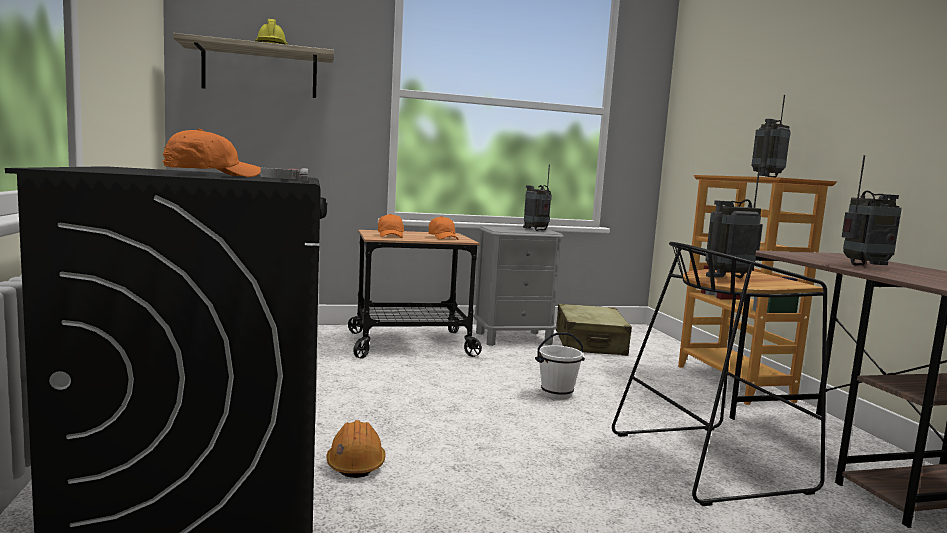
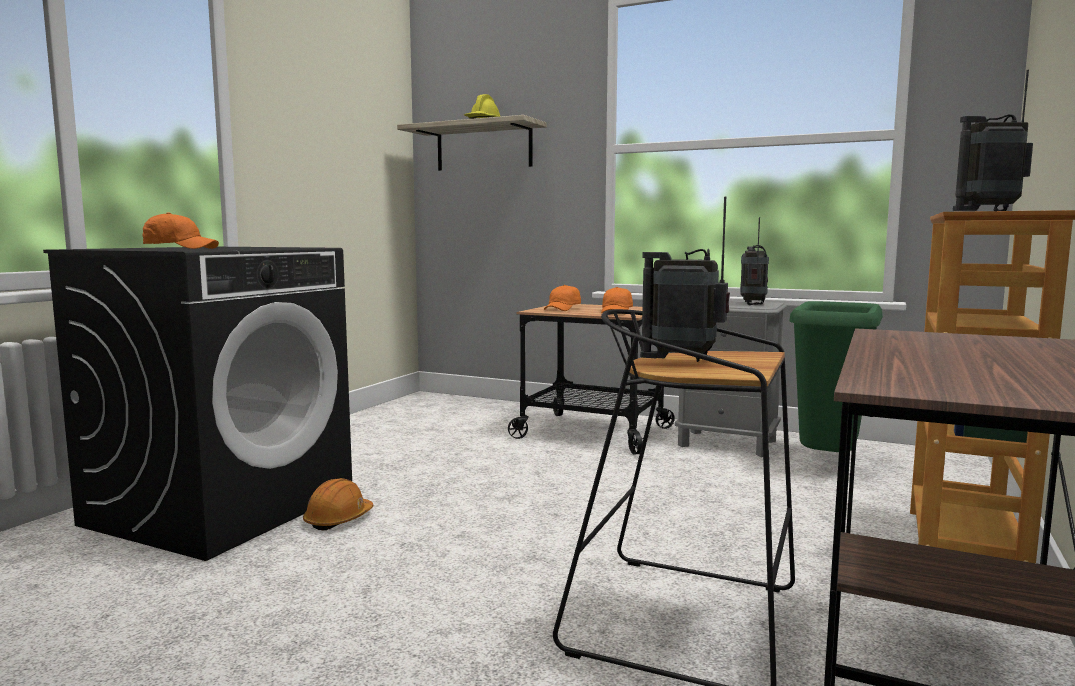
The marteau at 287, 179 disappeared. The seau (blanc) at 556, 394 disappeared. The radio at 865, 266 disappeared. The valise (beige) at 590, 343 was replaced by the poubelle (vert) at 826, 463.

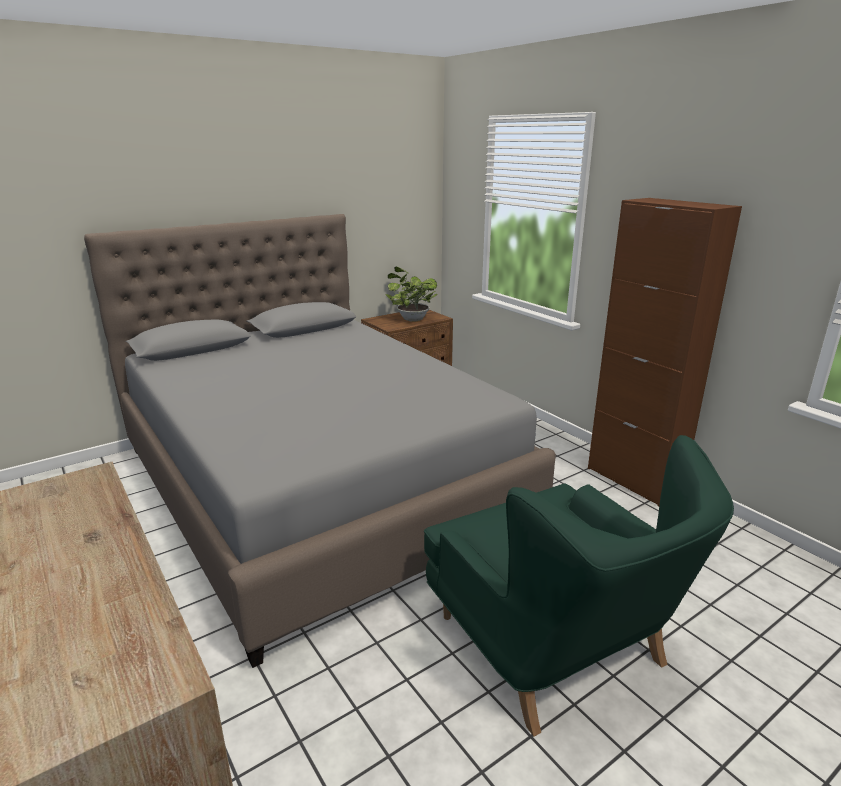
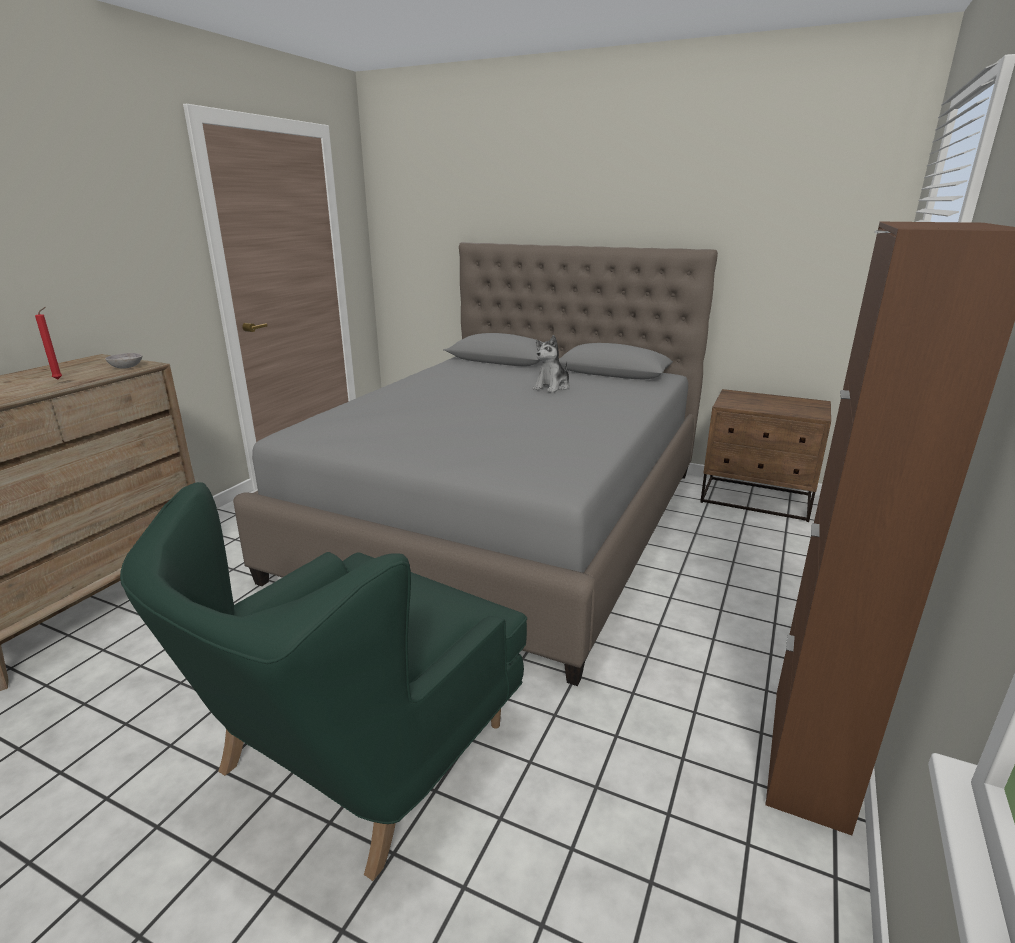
The plante en pot at 411, 319 disappeared. The bougie (rouge) at 59, 379 appeared. The bol (gris) at 126, 367 appeared. The peluche at 552, 387 appeared.

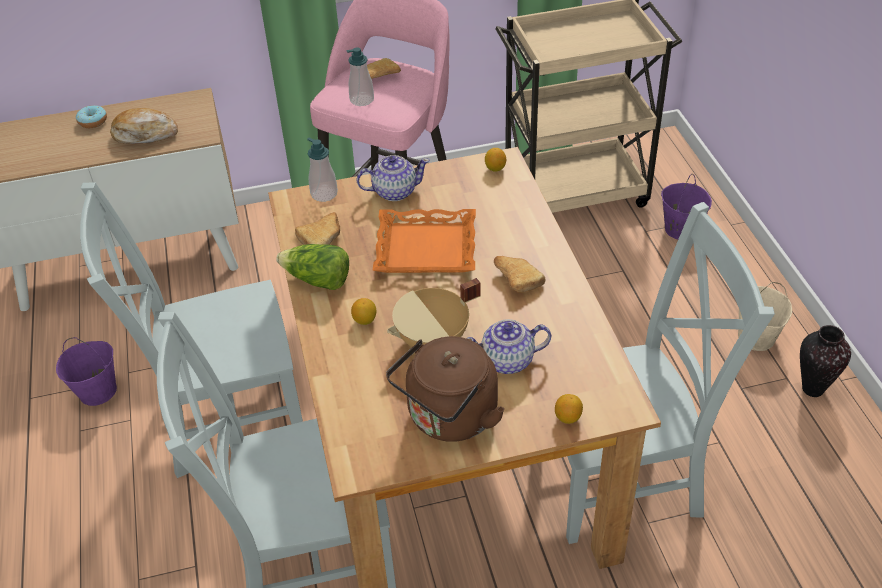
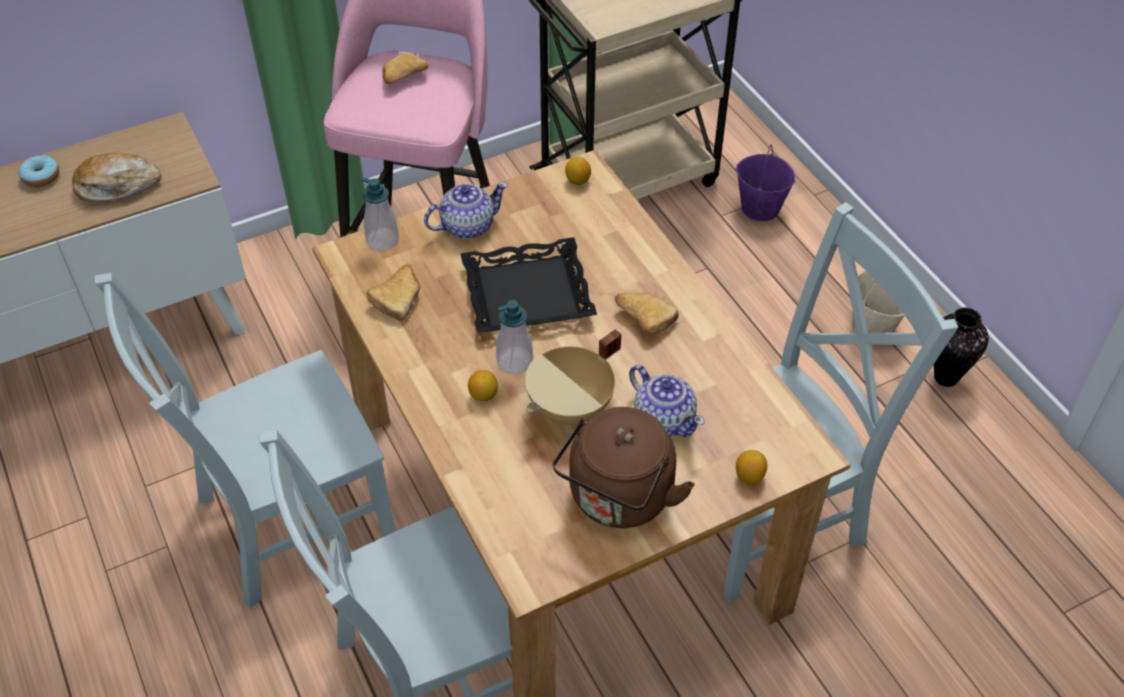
The seau (violet) at 98, 391 disappeared. The laitue at 317, 280 disappeared. The distributeur de savon moved from 362, 100 to 515, 361. The plateau (orange) at 426, 248 became the plateau (noir) at 527, 293. The théière at 508, 361 turned 105 degrees counterclockwise.

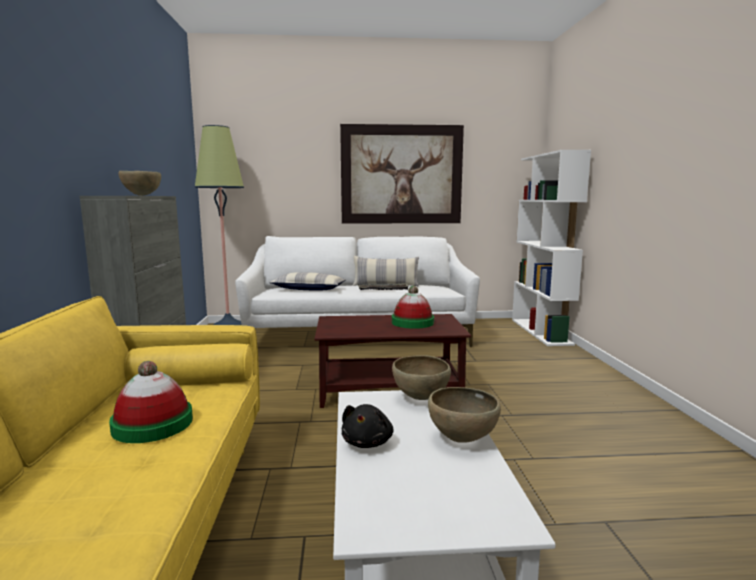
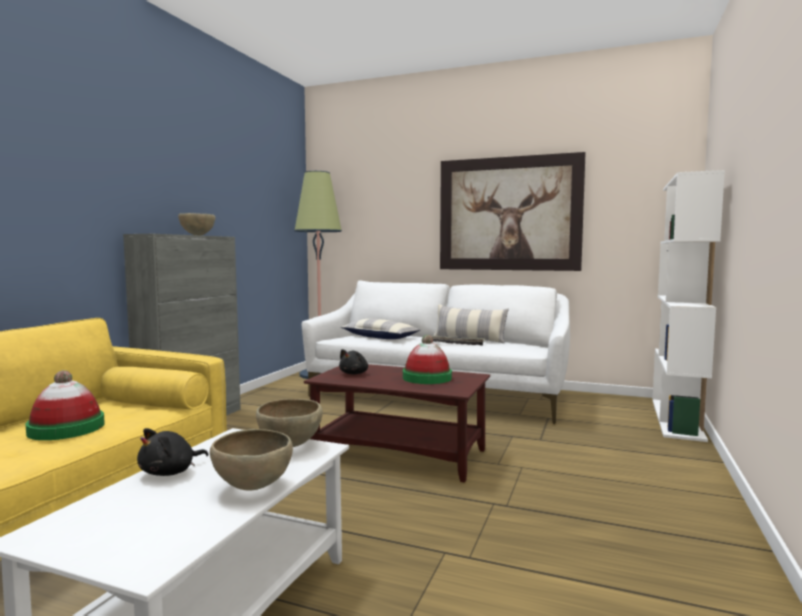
The peluche (noir) at 354, 373 appeared.

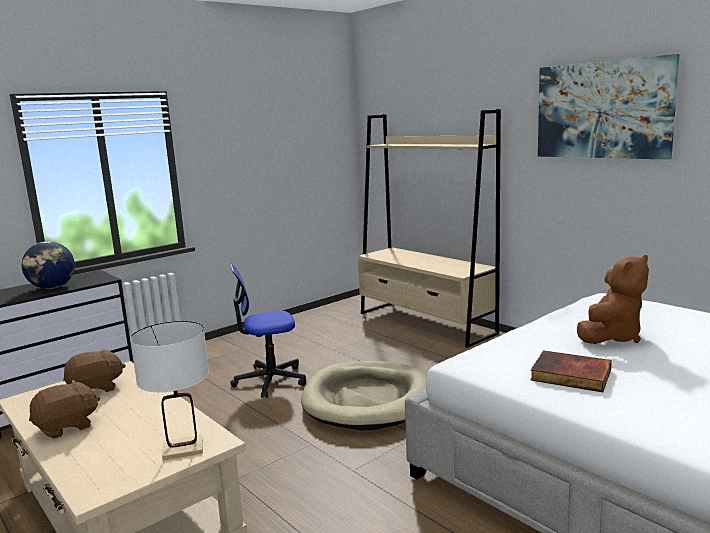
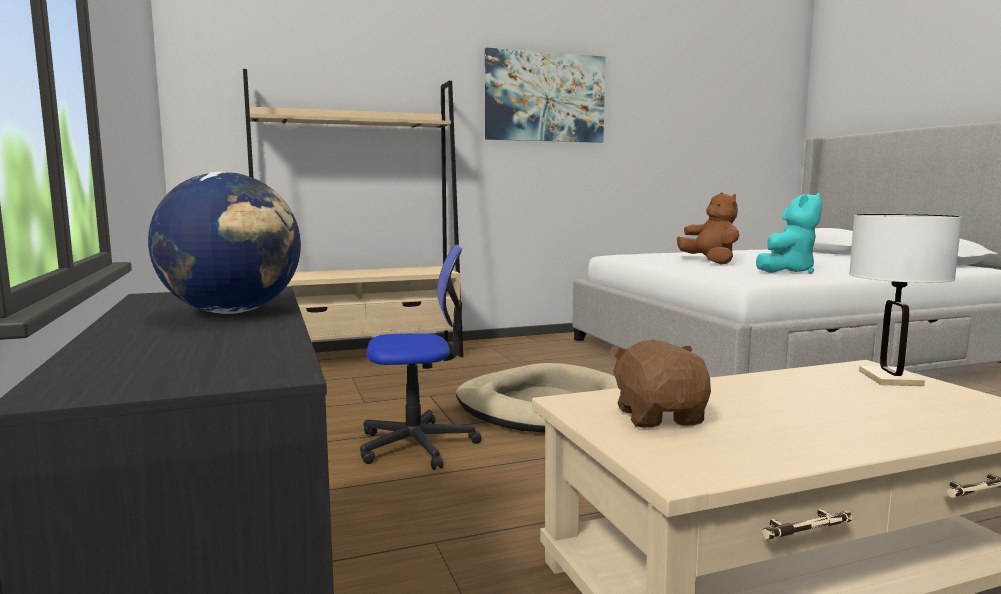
The peluche (marron) at 67, 427 disappeared. The livre at 570, 375 was replaced by the peluche (turquoise) at 787, 272. The chaise de bureau at 270, 380 turned 105 degrees counterclockwise.

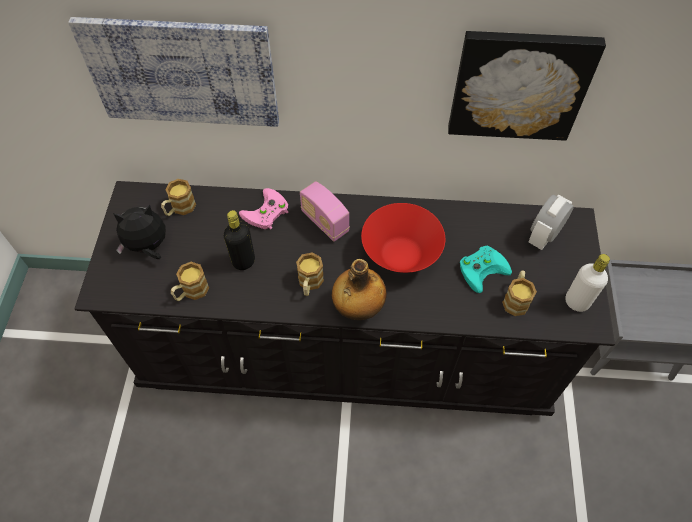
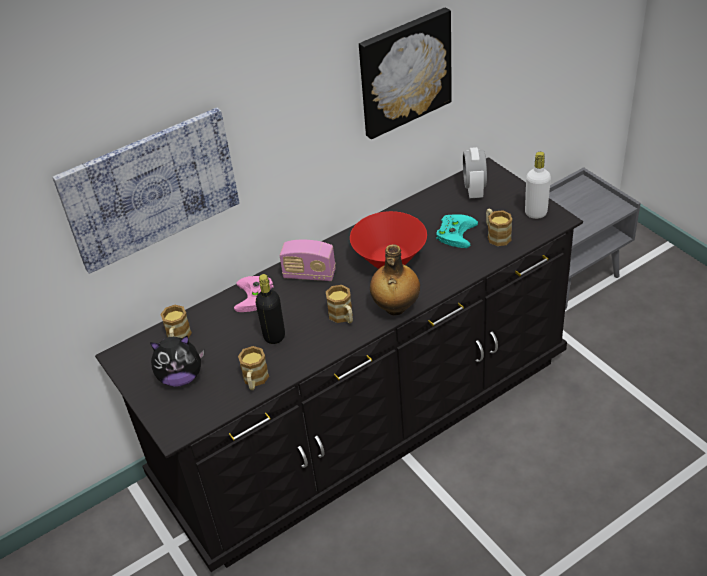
The peluche at 148, 247 turned 135 degrees counterclockwise.

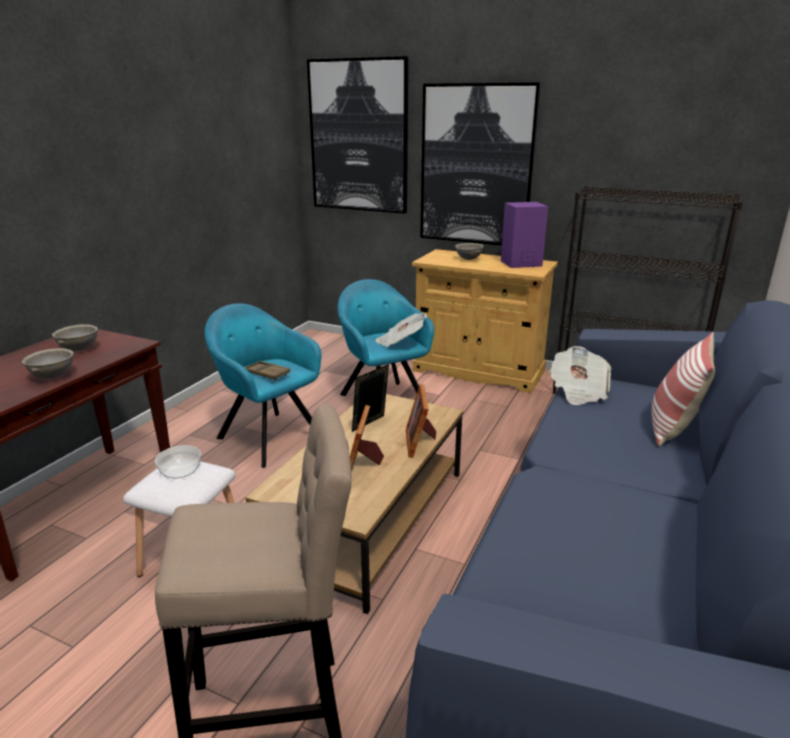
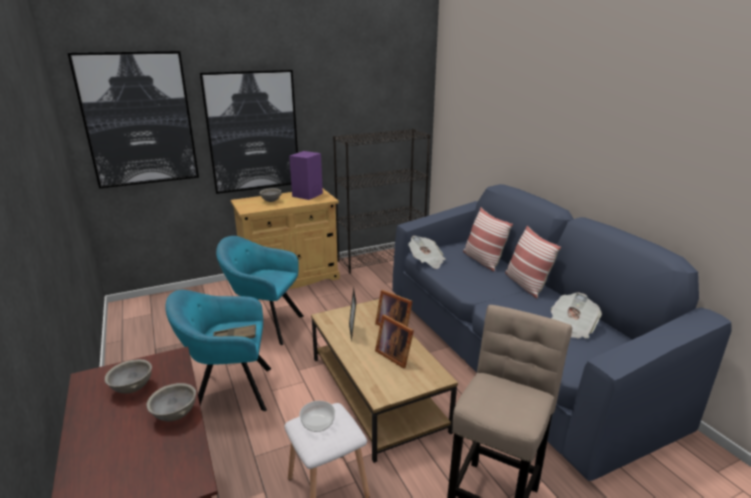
The coussin at 526, 284 appeared. The journal moved from 400, 342 to 571, 327.

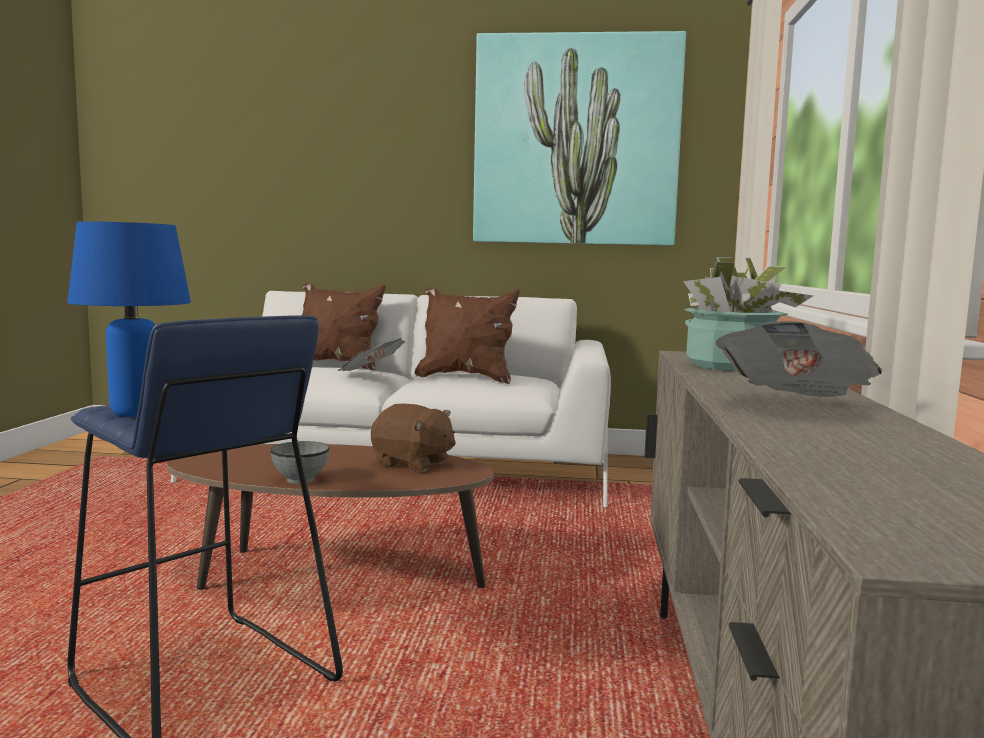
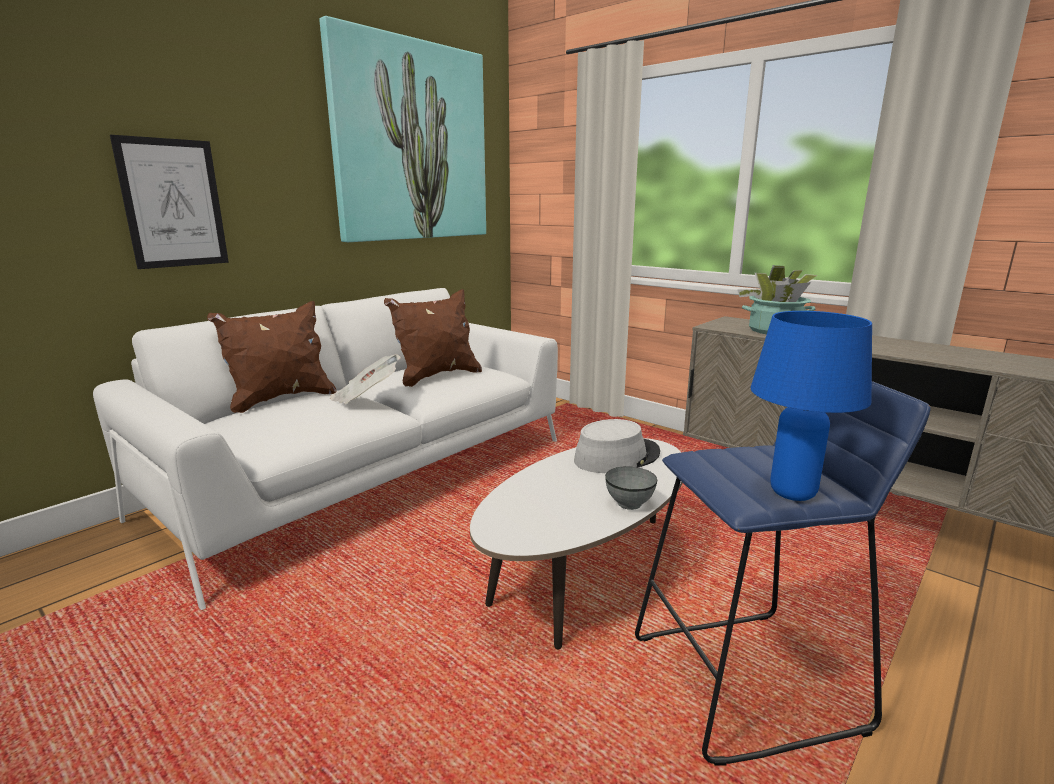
The journal at 795, 406 disappeared. The tableau at 173, 204 appeared. The peluche (marron) at 413, 463 was replaced by the chapeau (gris) at 616, 457. The table basse (marron) at 330, 577 became the table basse (blanc) at 585, 575.

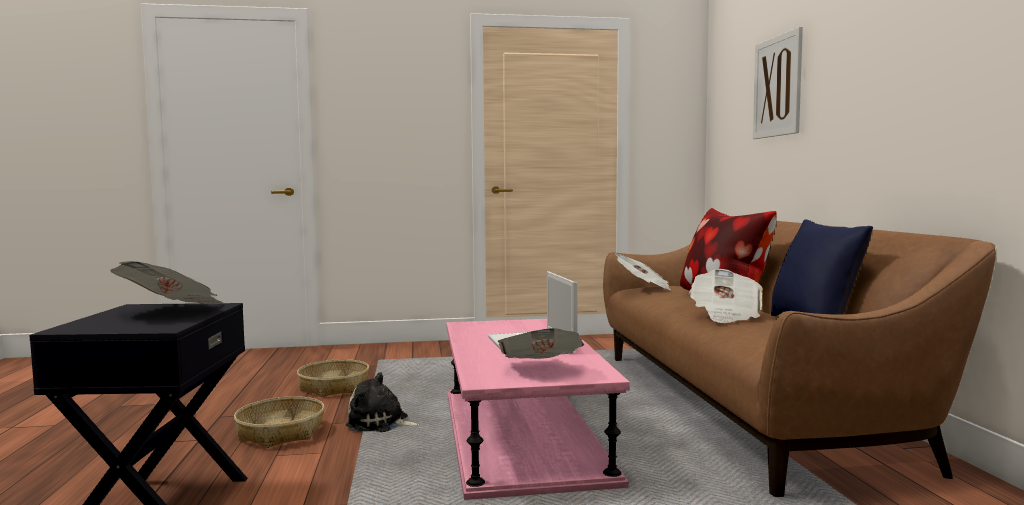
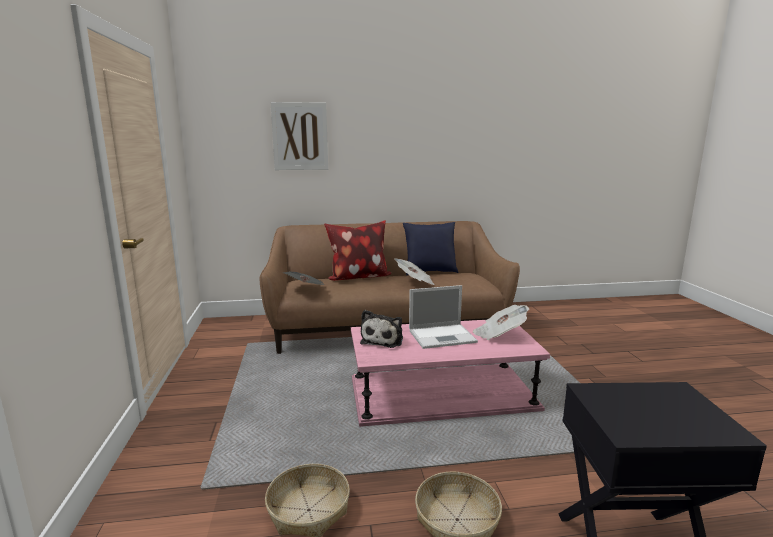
The journal at 173, 312 disappeared. The peluche moved from 381, 423 to 383, 340.

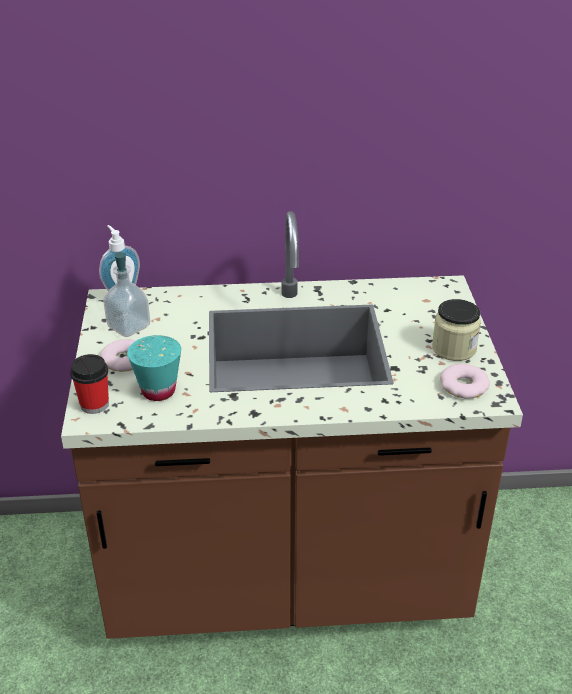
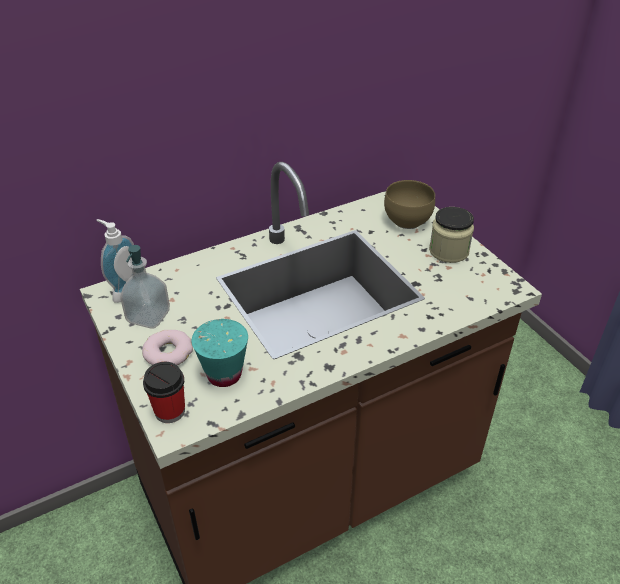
The beignet at 464, 386 disappeared. The bol (marron) at 406, 222 appeared.

